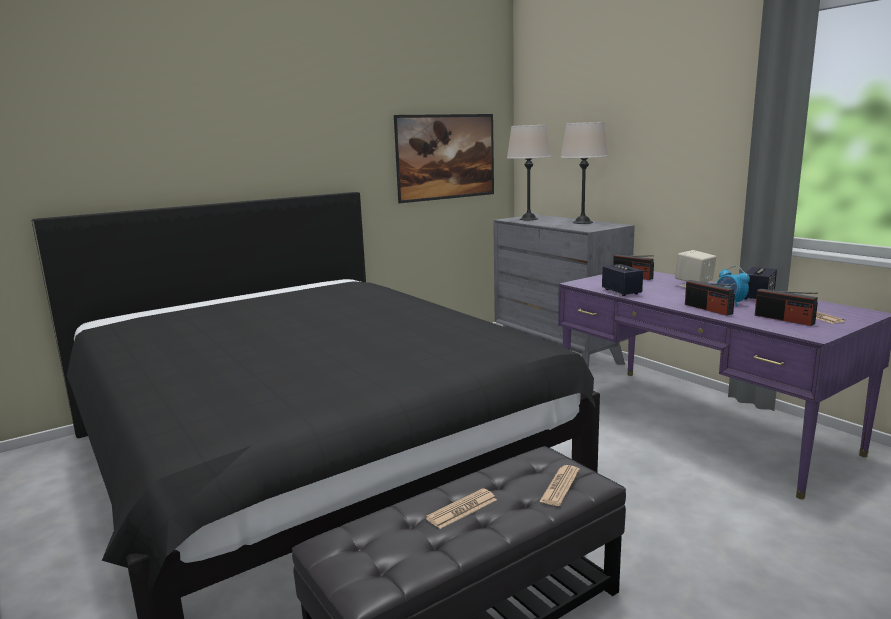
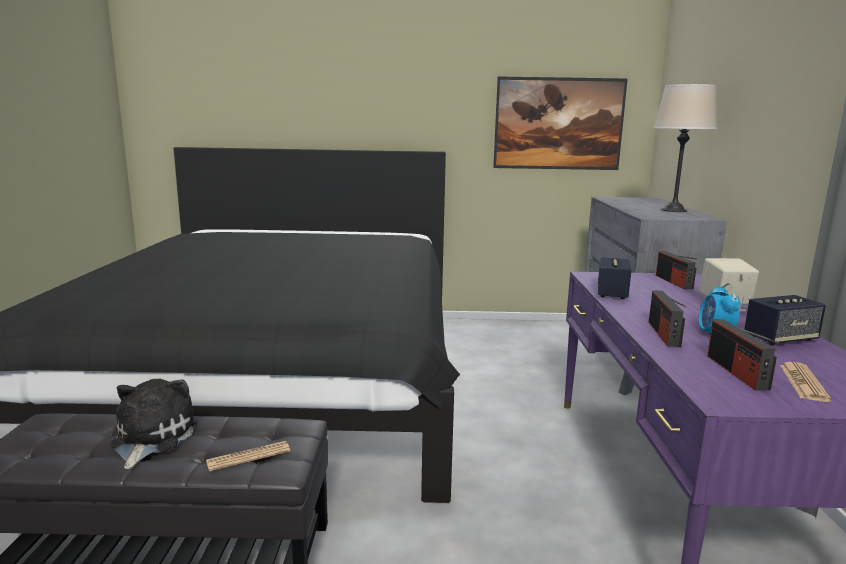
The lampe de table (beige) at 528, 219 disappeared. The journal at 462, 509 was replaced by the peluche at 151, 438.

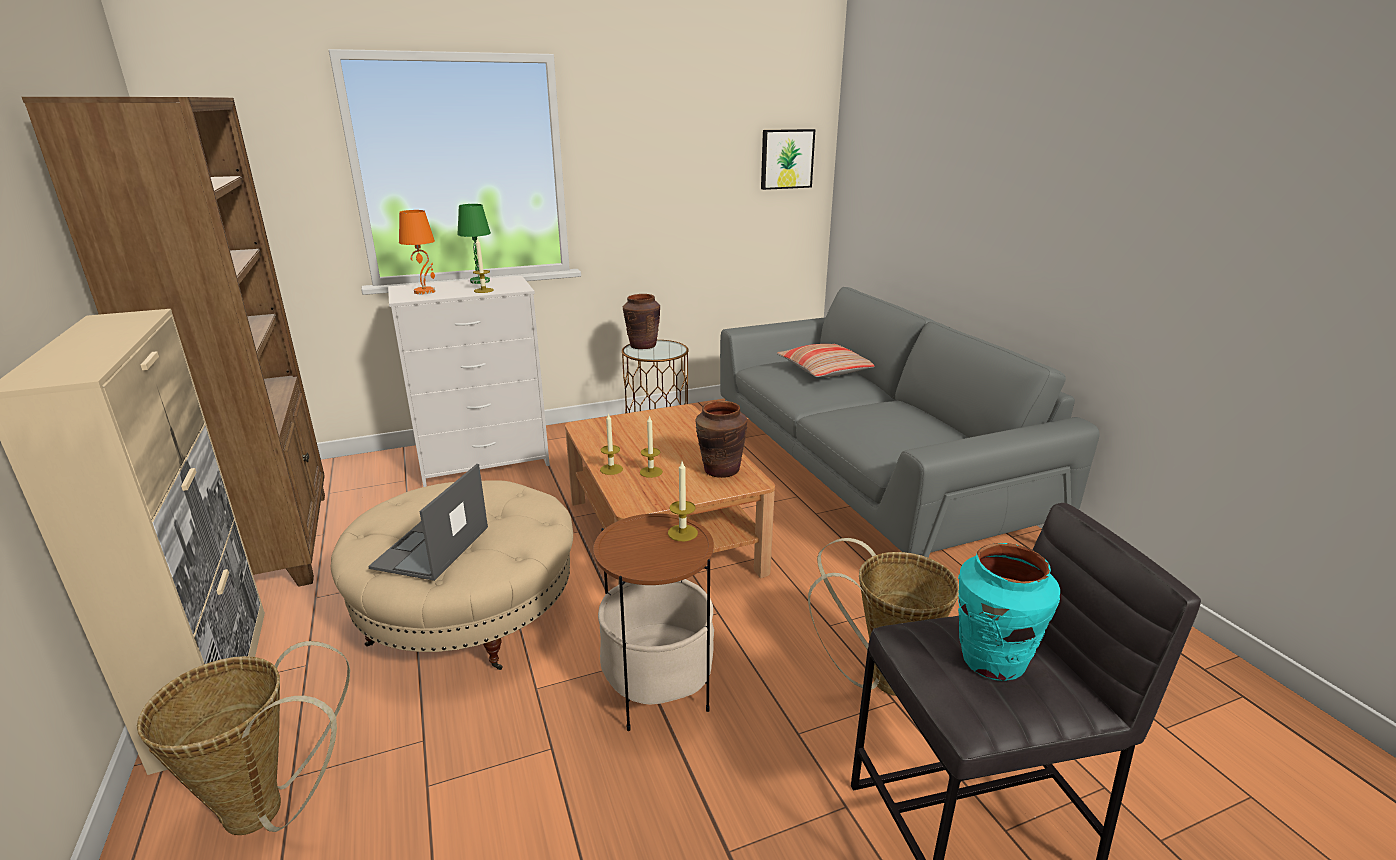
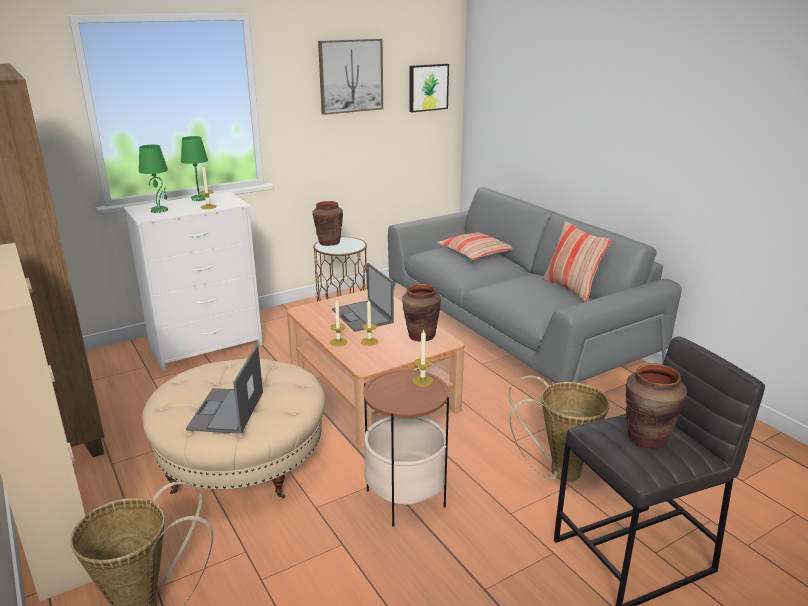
The tableau at 350, 76 appeared. The ordinateur portable at 363, 316 appeared. The coussin at 571, 288 appeared. The lampe de table (orange) at 425, 291 became the lampe de table (vert) at 159, 210. The vase (turquoise) at 992, 660 became the vase (marron) at 647, 438.

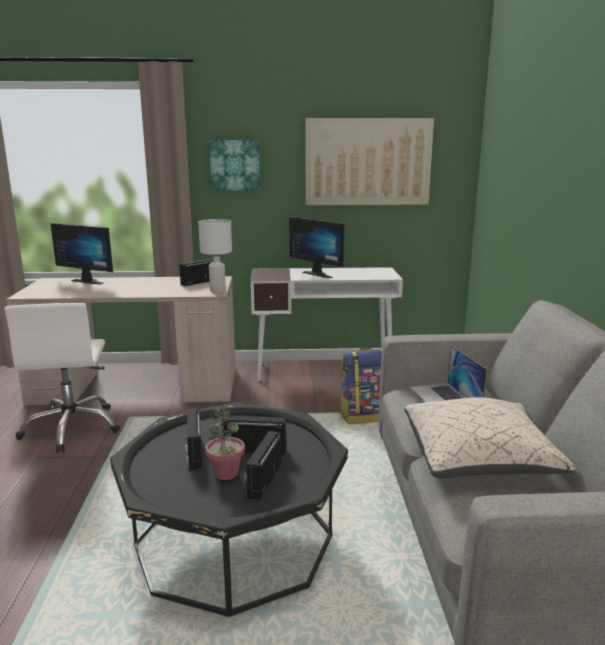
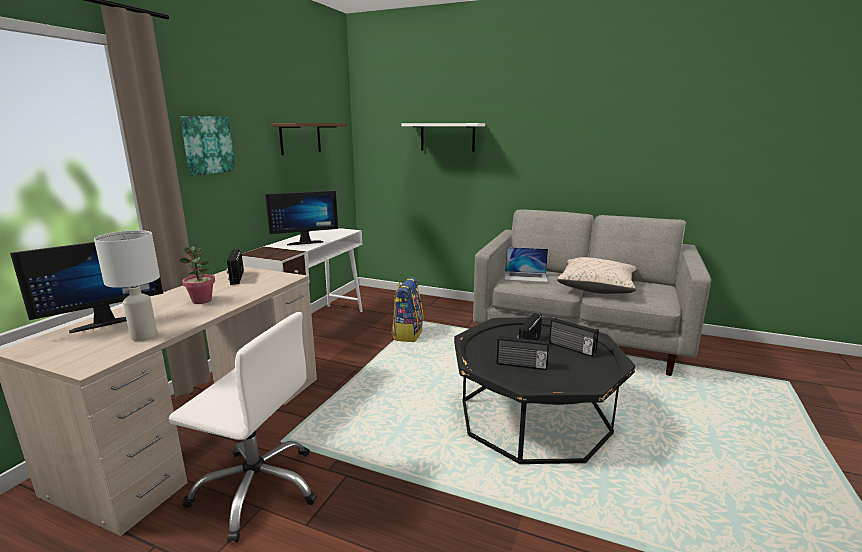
The étagère (blanc) at 447, 137 appeared. The lampe de table (blanc) moved from 218, 291 to 144, 336. The plante en pot moved from 226, 473 to 202, 301. The tableau at 368, 162 was replaced by the étagère (marron) at 300, 138.

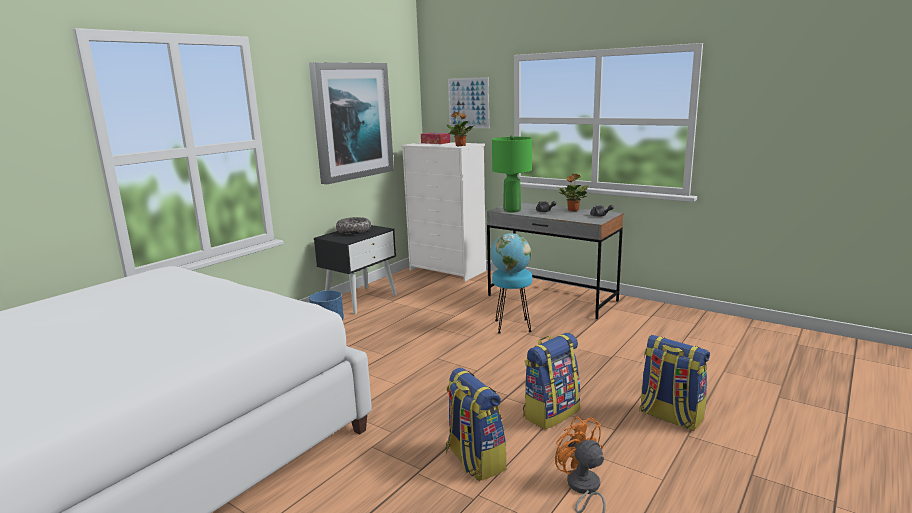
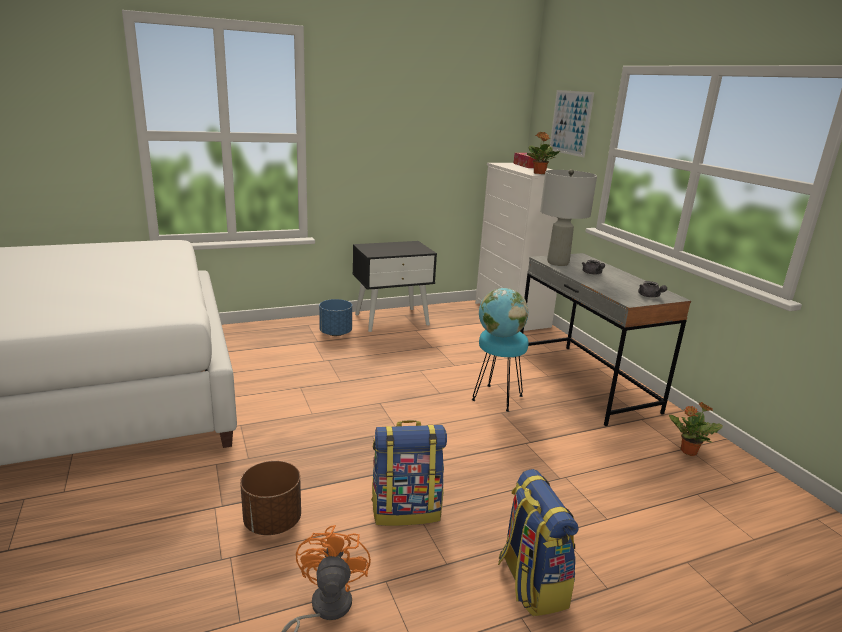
The tableau at 352, 121 disappeared. The bol at 354, 231 disappeared. The plante en pot moved from 573, 210 to 688, 451. The sac à dos at 474, 460 was replaced by the cache-pot (marron) at 272, 521. The lampe de table (vert) at 512, 210 became the lampe de table (gris) at 558, 263.

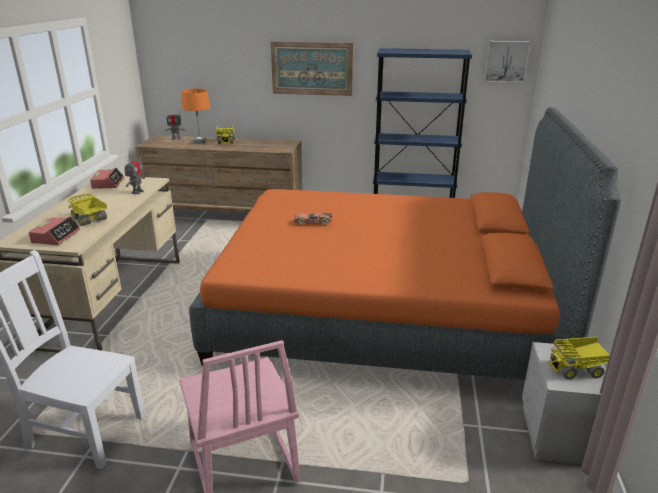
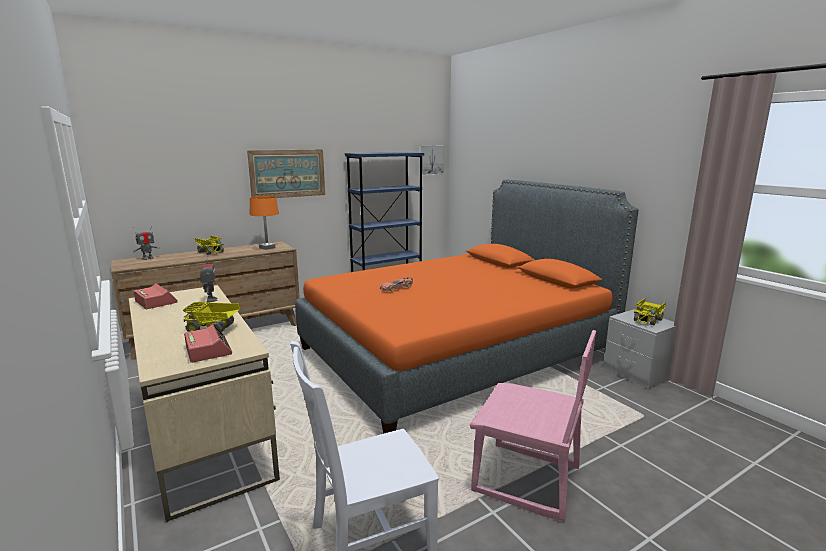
The lampe de table (orange) moved from 199, 142 to 267, 248.

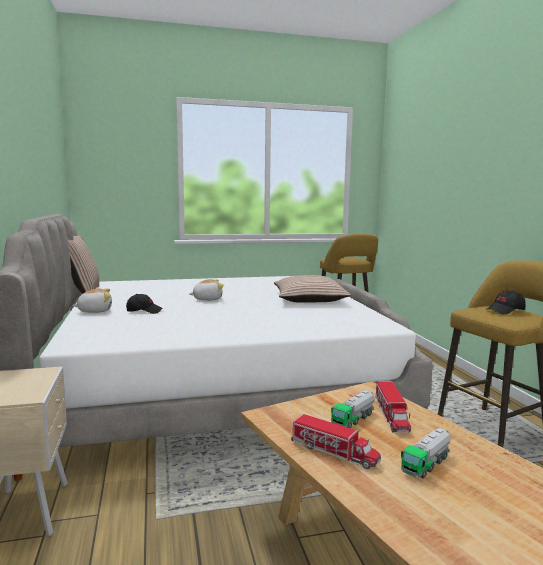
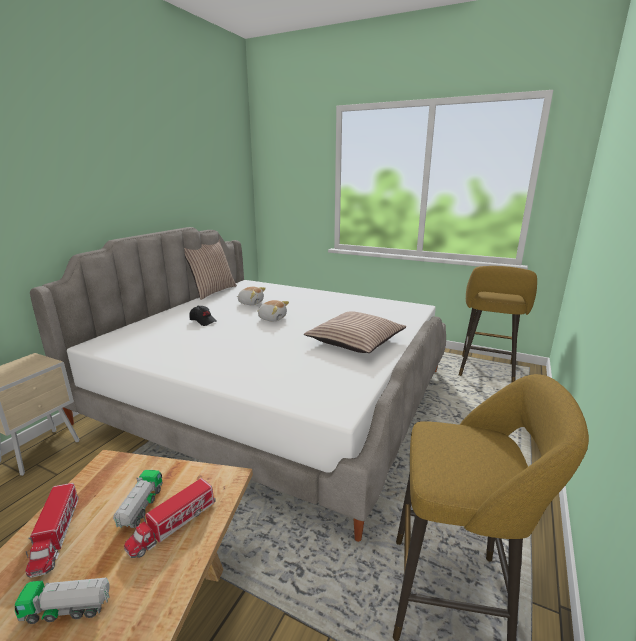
The casquette (noir) at 505, 311 disappeared. The peluche moved from 95, 311 to 251, 303. The camion jouet at 353, 419 turned 105 degrees clockwise.

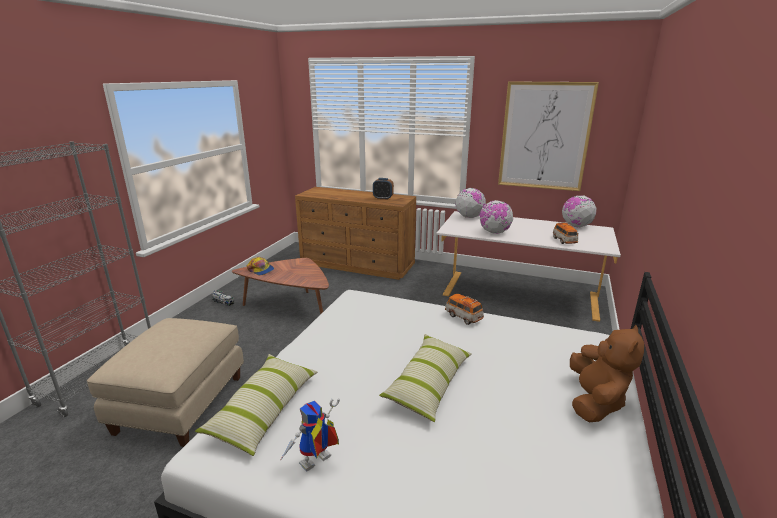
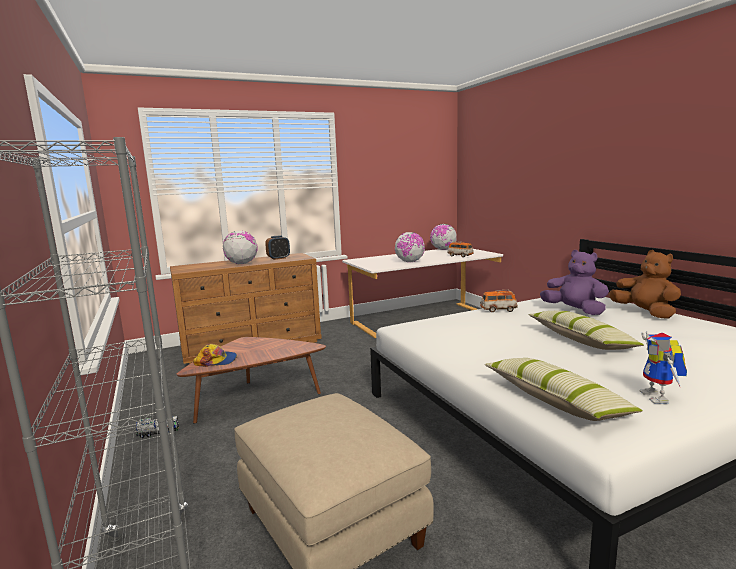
The tableau at 544, 136 disappeared. The peluche (violet) at 575, 311 appeared. The globe moved from 469, 217 to 241, 263.

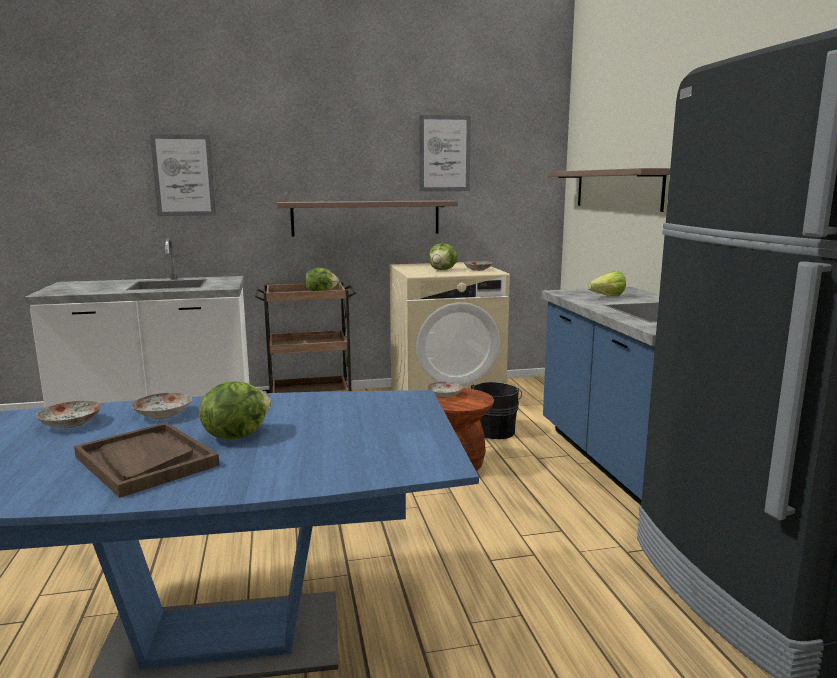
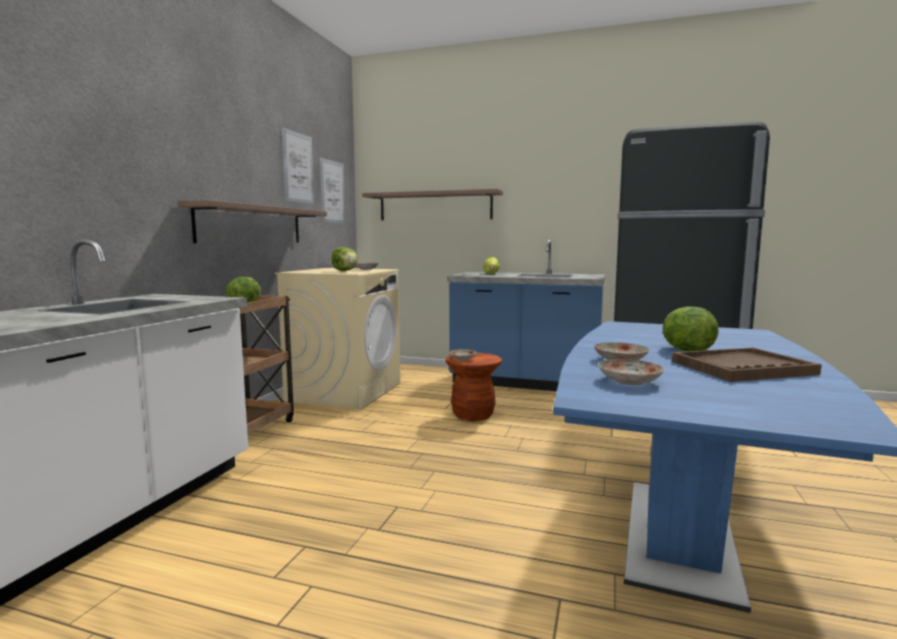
The seau (noir) at 494, 430 disappeared. The tableau moved from 183, 175 to 332, 192.

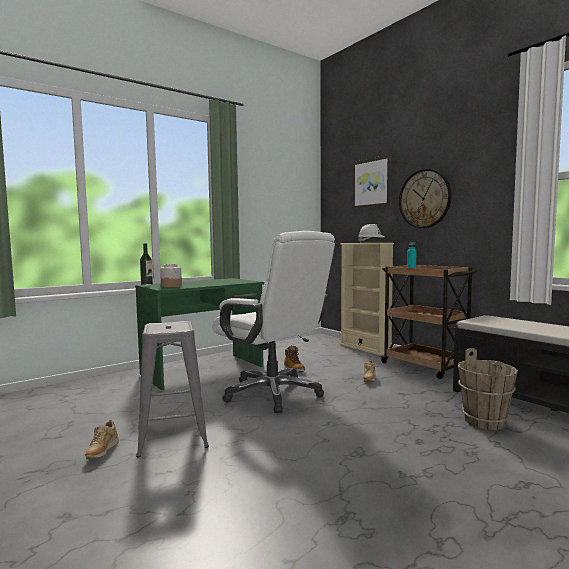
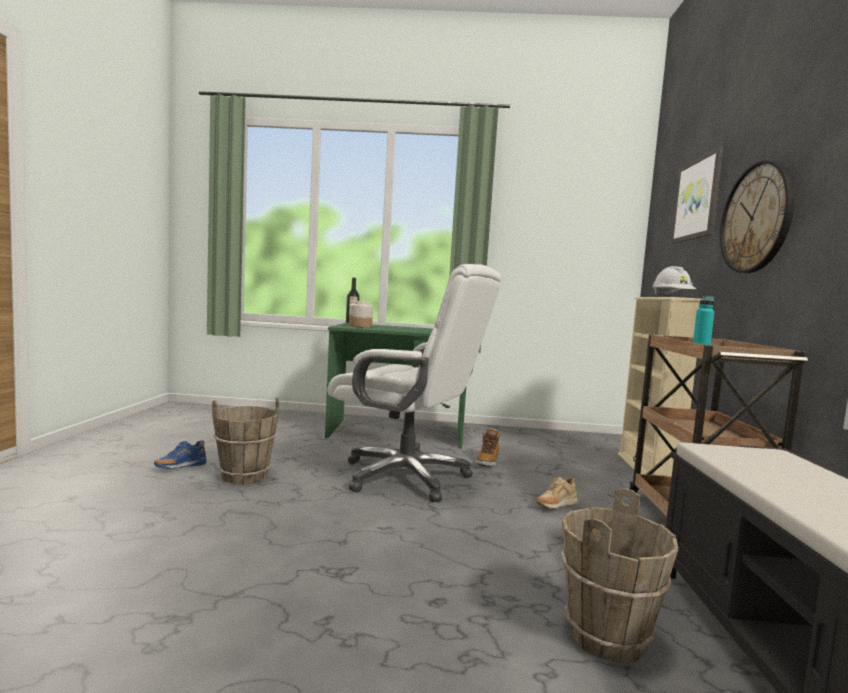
The tabouret (gris) at 172, 436 was replaced by the seau (marron) at 244, 476. The chaussure (beige) at 101, 453 became the chaussure (bleu) at 180, 467. The chaise de bureau (blanc) at 273, 393 turned 60 degrees counterclockwise.

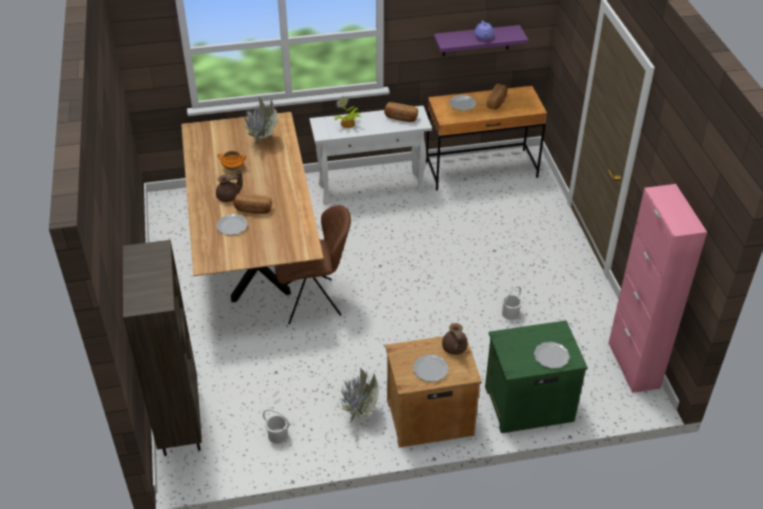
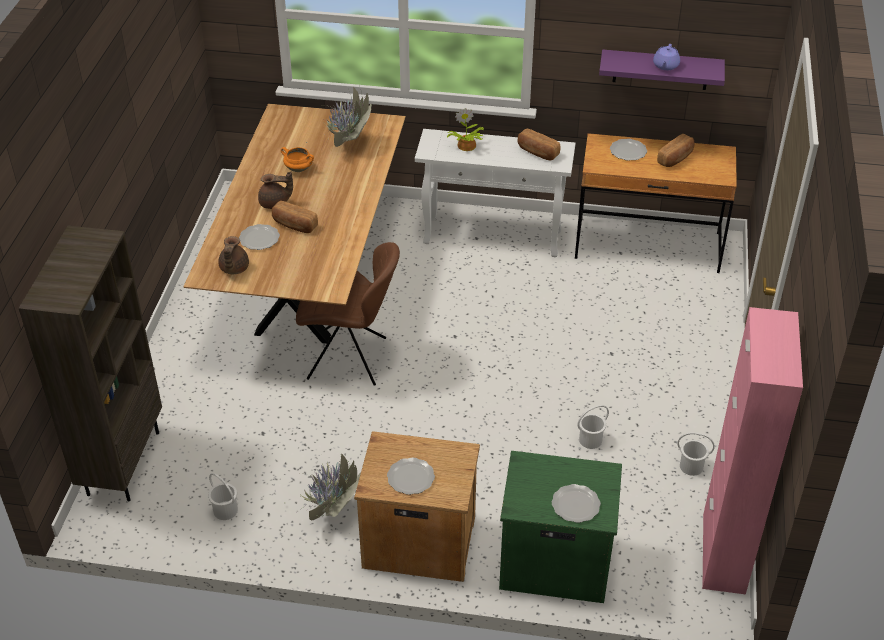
The seau (blanc) at 691, 466 appeared. The théière (marron) moved from 454, 349 to 233, 269.

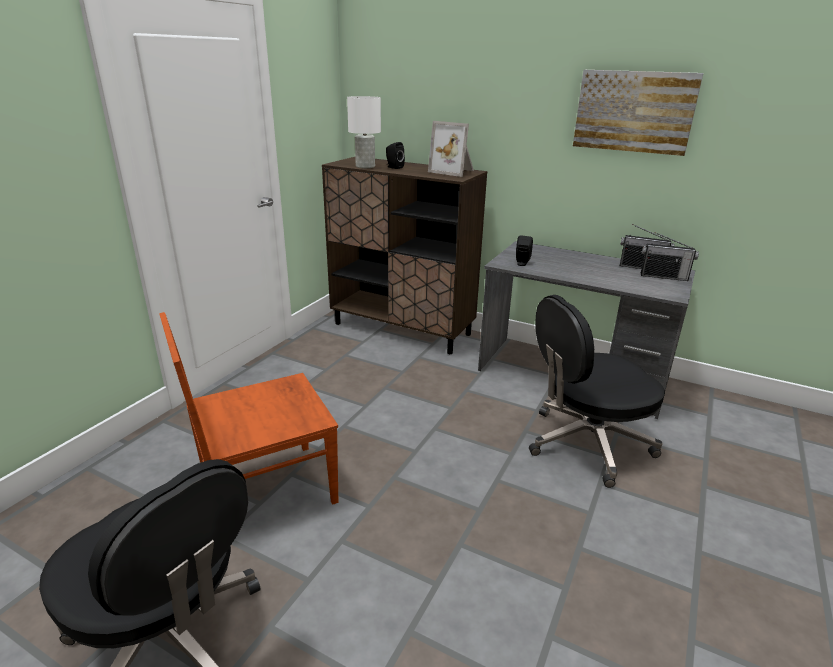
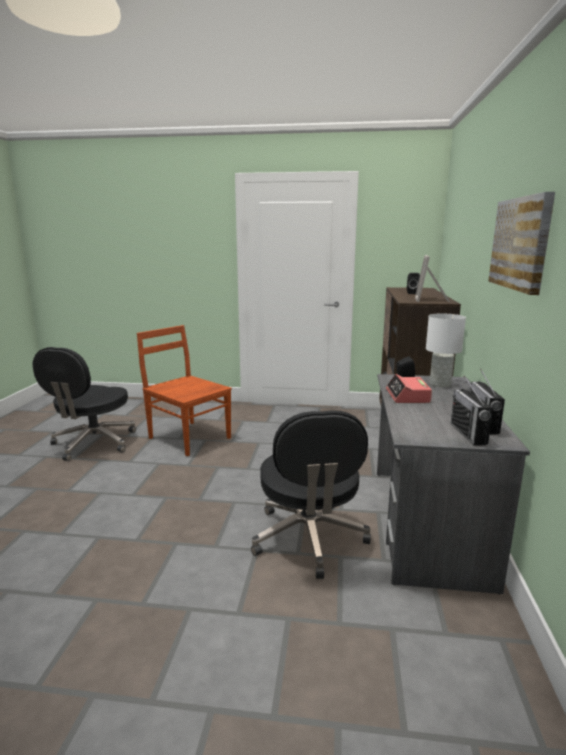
The réveil at 407, 396 appeared. The lampe de table (blanc) moved from 365, 166 to 440, 384. The chaise de bureau (noir) at 586, 443 turned 150 degrees counterclockwise.

